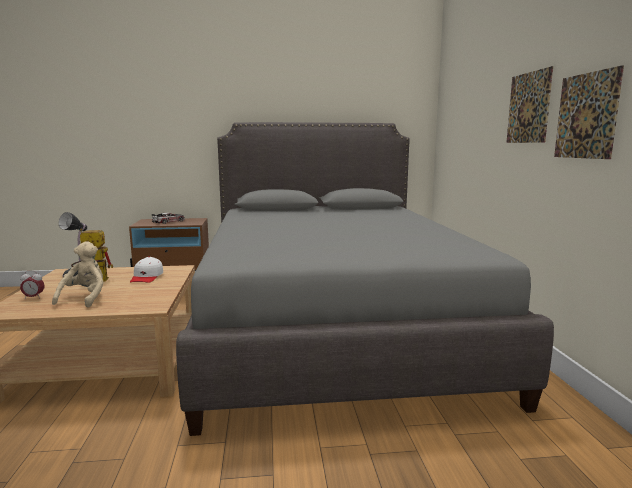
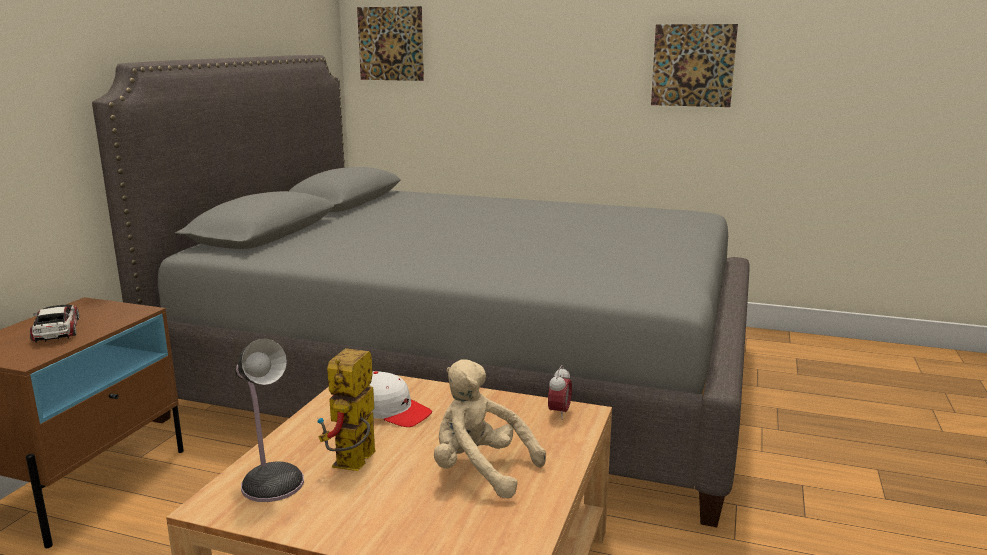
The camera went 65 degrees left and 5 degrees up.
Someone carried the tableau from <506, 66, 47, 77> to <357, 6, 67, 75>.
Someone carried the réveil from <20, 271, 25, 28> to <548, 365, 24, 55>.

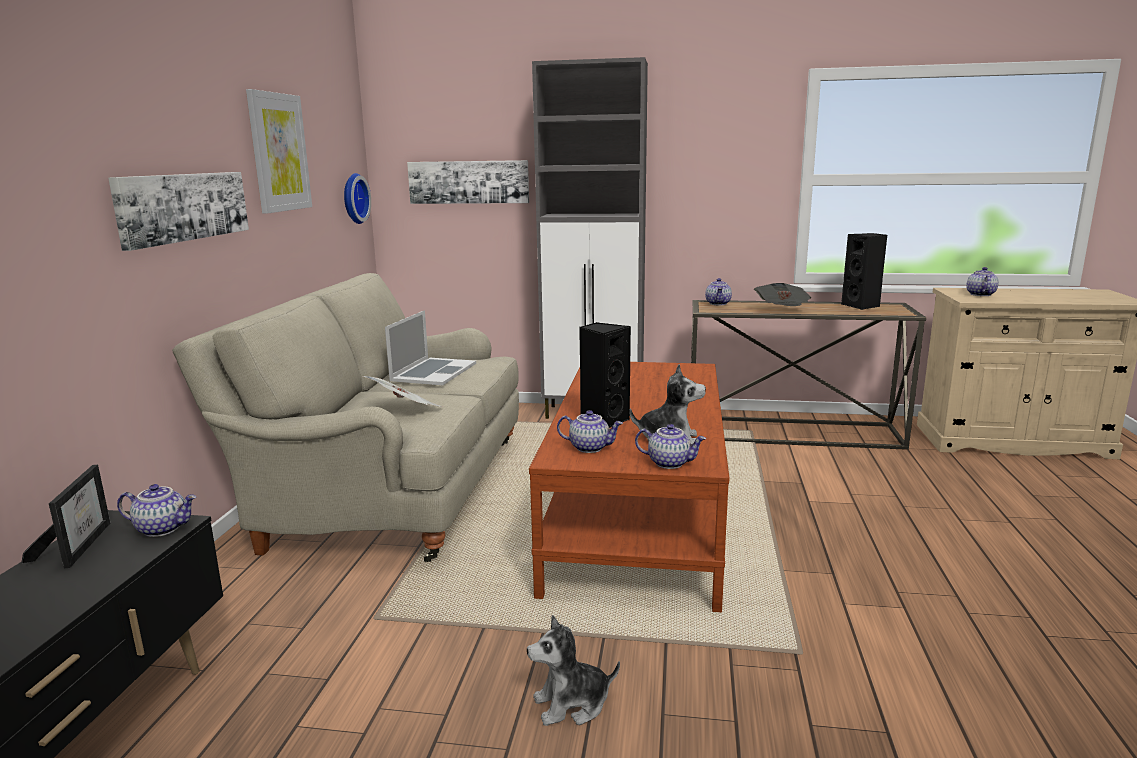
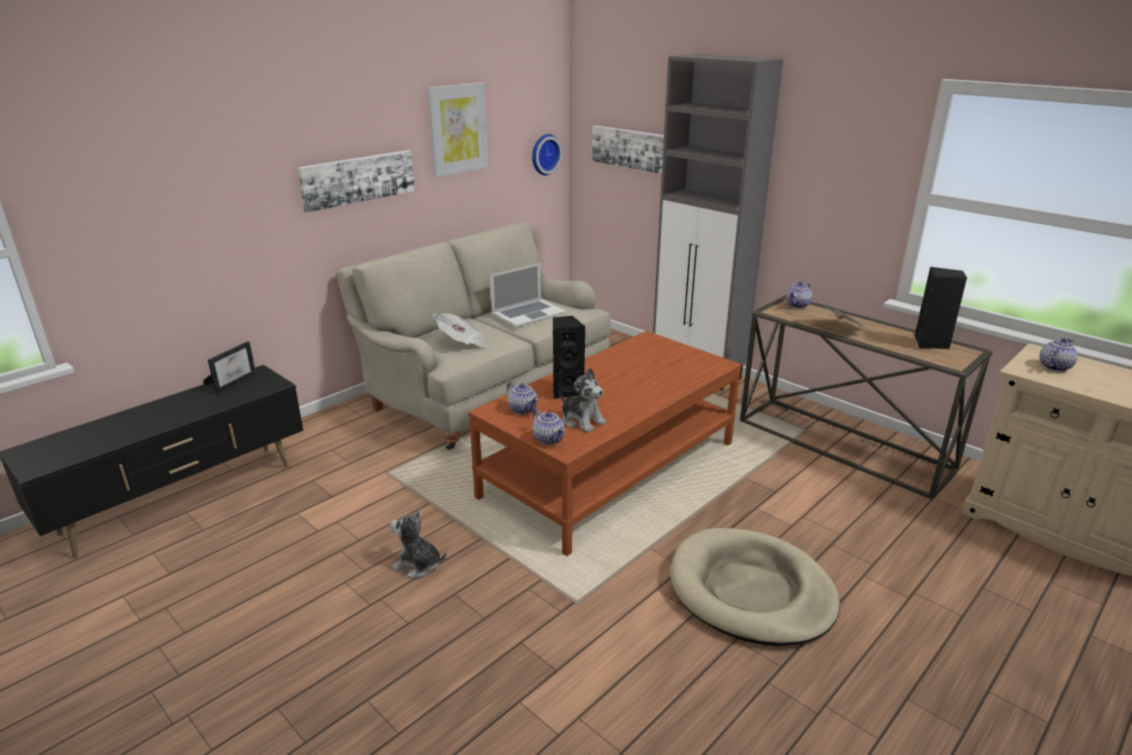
The camera went 35 degrees right and 10 degrees up.
Someone took away the théière at <117, 484, 79, 53>.
Someone put down the panier pour chien/beige at <670, 528, 170, 118>.

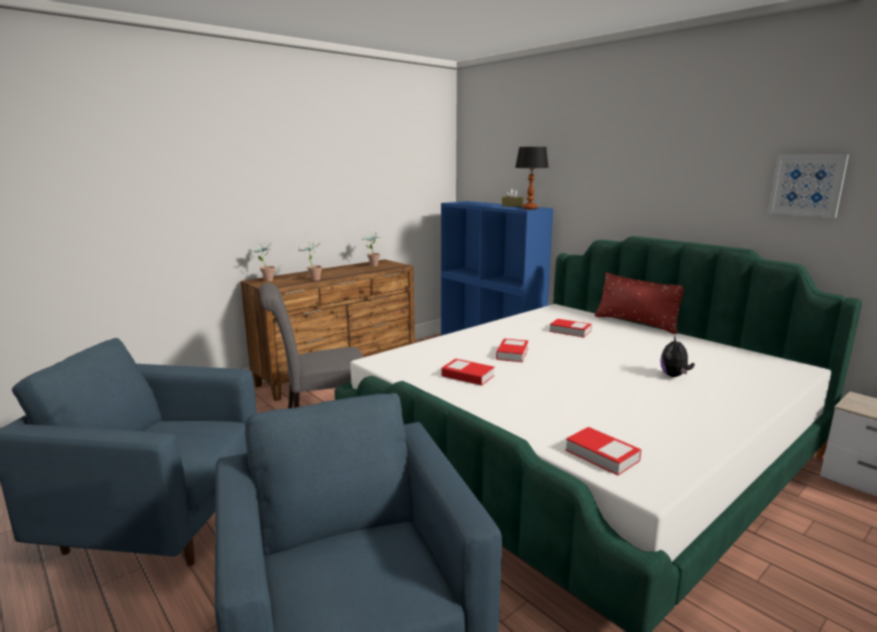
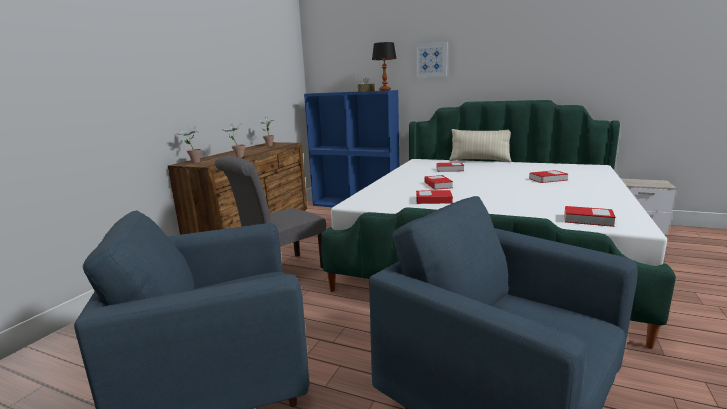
The camera went 25 degrees left and 0 degrees up.
Someone carried the tableau from <769, 155, 80, 63> to <415, 42, 33, 36>.
Someone repainted the coussin/rouge at <595, 272, 89, 62>, which became the coussin/beige at <449, 129, 62, 33>.
Someone swapped the peluche at <660, 336, 35, 41> for the livre at <529, 170, 39, 13>.

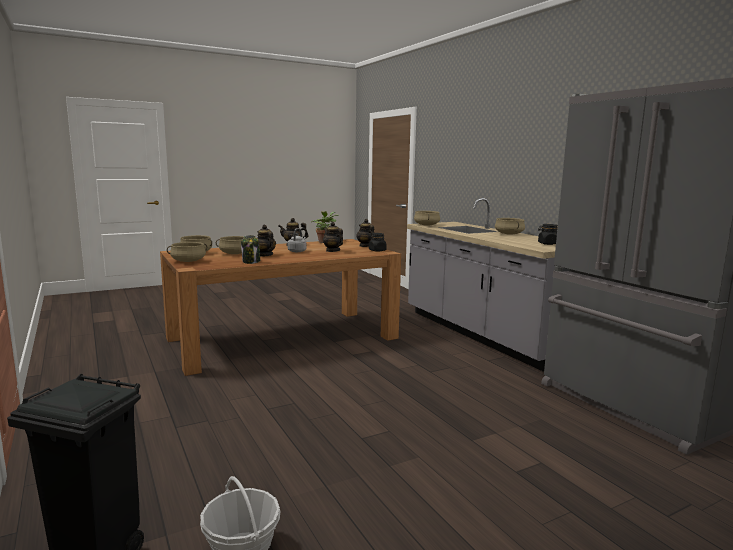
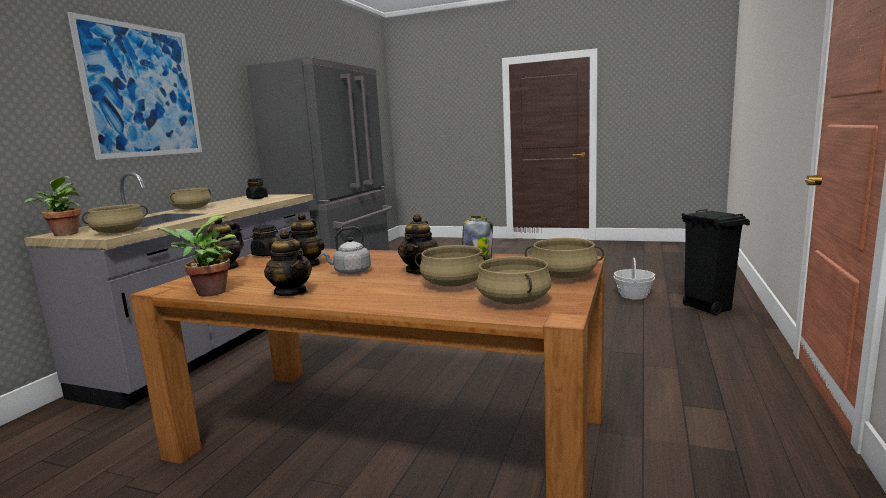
The camera went 130 degrees left and 0 degrees up.
Someone put up the tableau at <67, 12, 135, 148>.
Someone put down the plante en pot at <25, 176, 56, 60>.

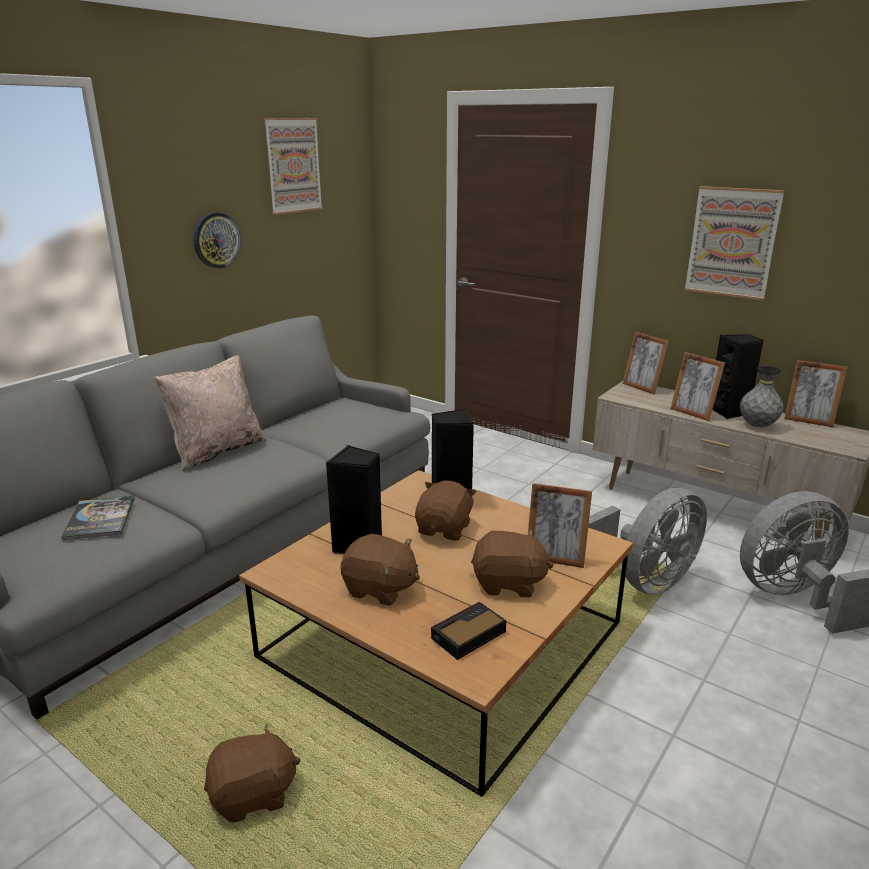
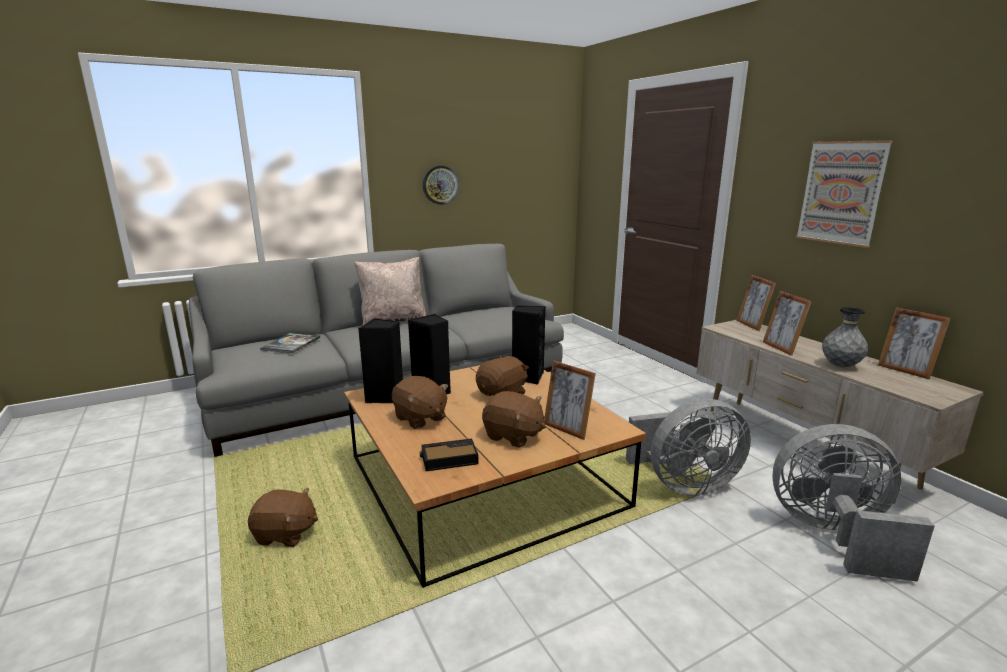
The camera went 25 degrees right and 5 degrees down.
Someone took away the tableau at <264, 118, 59, 97>.
Someone carried the enceinte/noir from <712, 334, 52, 85> to <358, 318, 45, 85>.

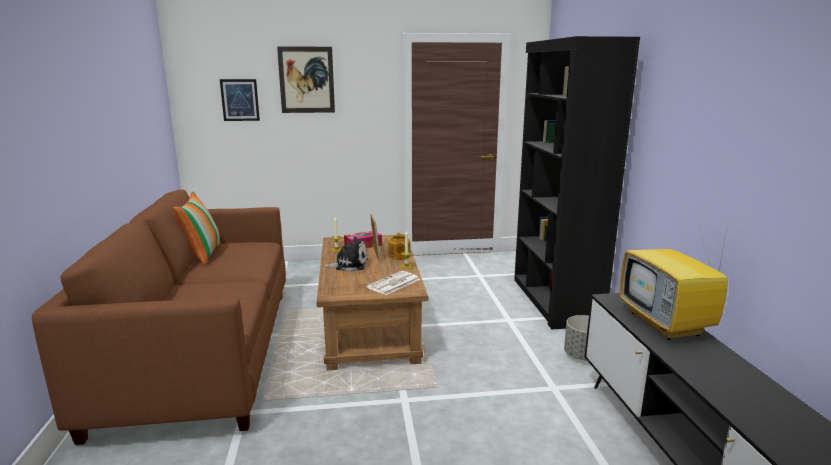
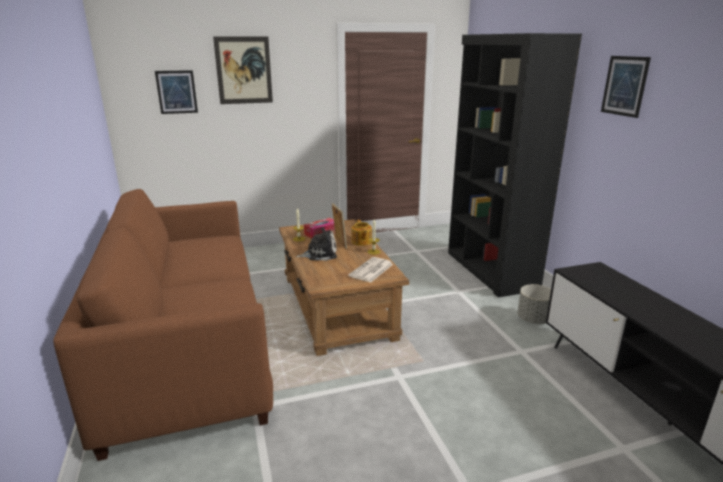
The camera went 10 degrees left and 5 degrees up.
Someone took away the coussin at <173, 192, 48, 73>.
Someone took away the téléviseur at <620, 224, 108, 116>.
Someone put up the tableau at <601, 56, 50, 62>.

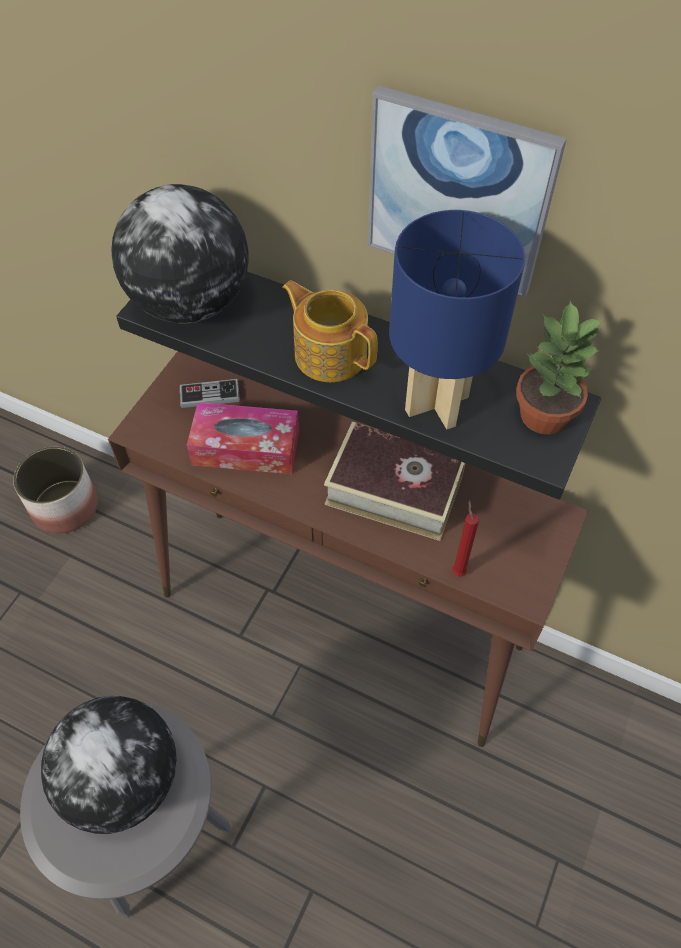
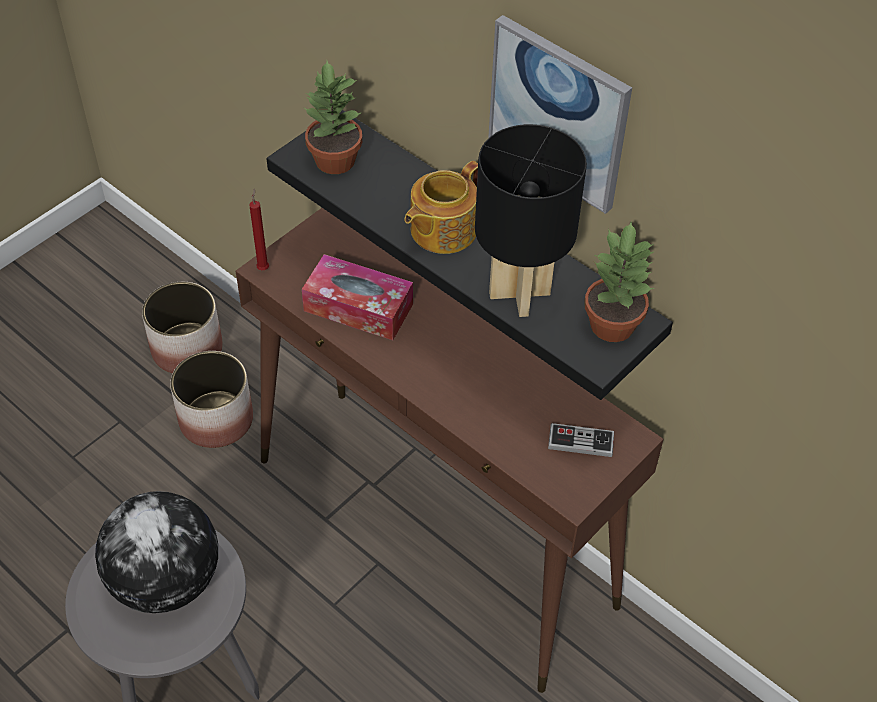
The camera went 15 degrees right and 5 degrees down.
Someone swapped the globe at <112, 184, 137, 140> for the plante en pot at <304, 61, 58, 113>.
Someone repainted the lampe de table/bleu at <389, 210, 136, 219>, which became the lampe de table/noir at <475, 124, 112, 193>.
Someone rotated the théière at <282, 280, 96, 102> by 105 degrees counterclockwise.
Someone carried the manette from <180, 379, 60, 29> to <548, 423, 66, 34>.
Someone took away the livre at <324, 422, 142, 119>.
Someone carried the bougie/rouge from <452, 501, 27, 75> to <249, 189, 20, 81>.
Someone put down the cache-pot at <170, 351, 83, 97>.

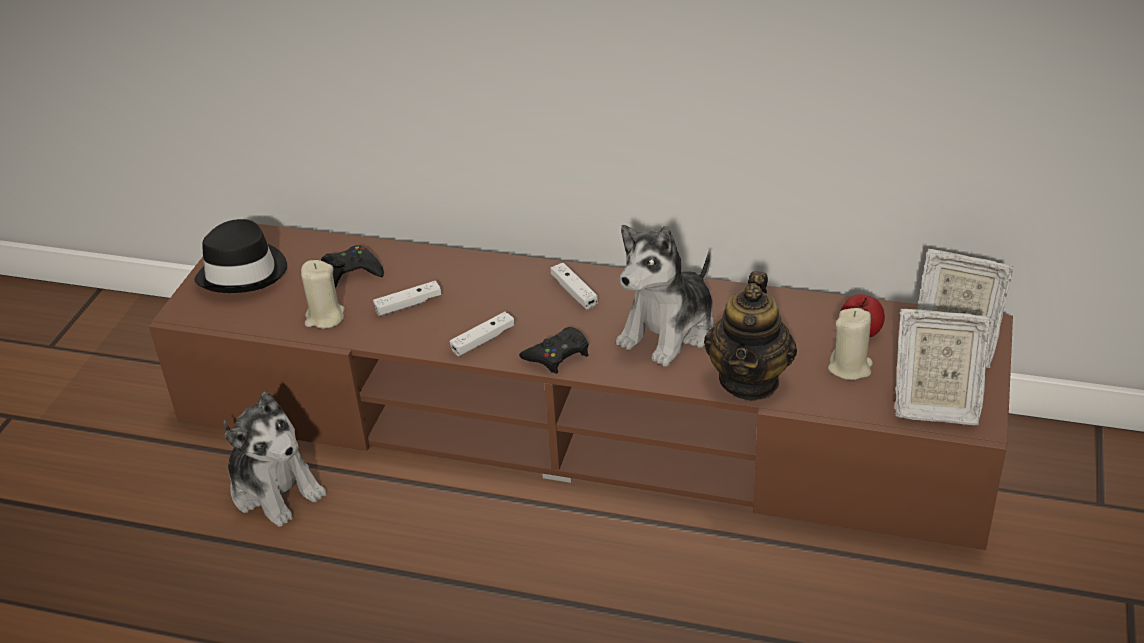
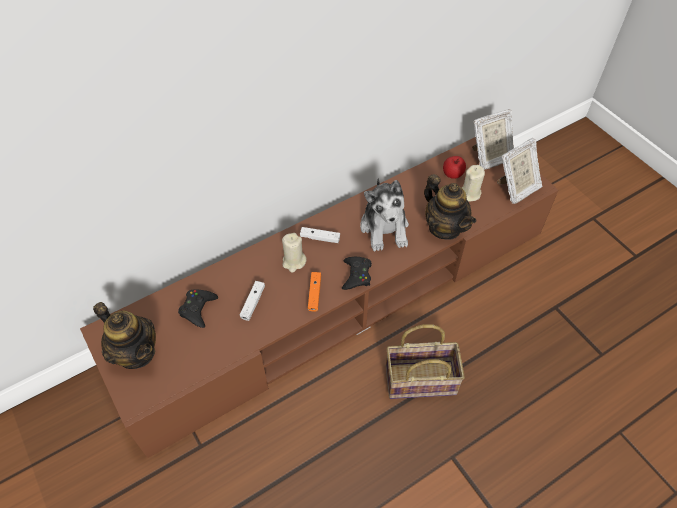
The camera went 50 degrees left and 15 degrees up.
Someone swapped the chapeau/noir at <194, 219, 93, 74> for the théière at <93, 302, 63, 67>.
Someone carried the bougie/beige from <301, 260, 44, 69> to <282, 233, 24, 39>.
Someone repainted the manette/blanc at <450, 312, 65, 45>, which became the manette/orange at <308, 272, 13, 39>.
Someone took away the peluche at <224, 392, 103, 135>.
Someone put down the panier at <385, 324, 80, 75>.

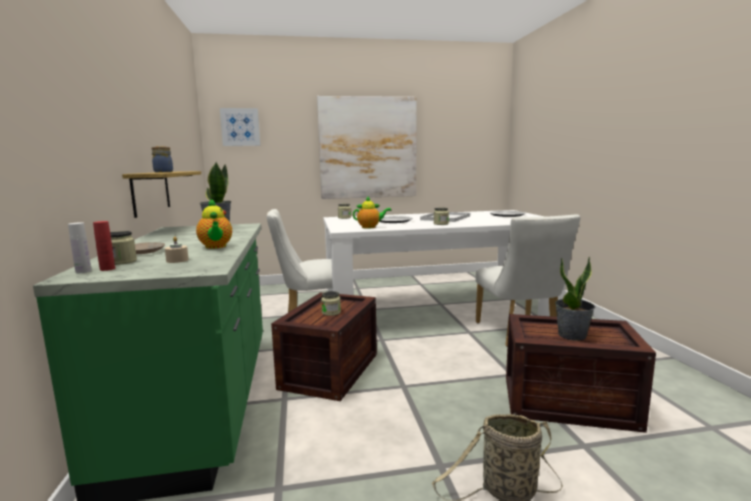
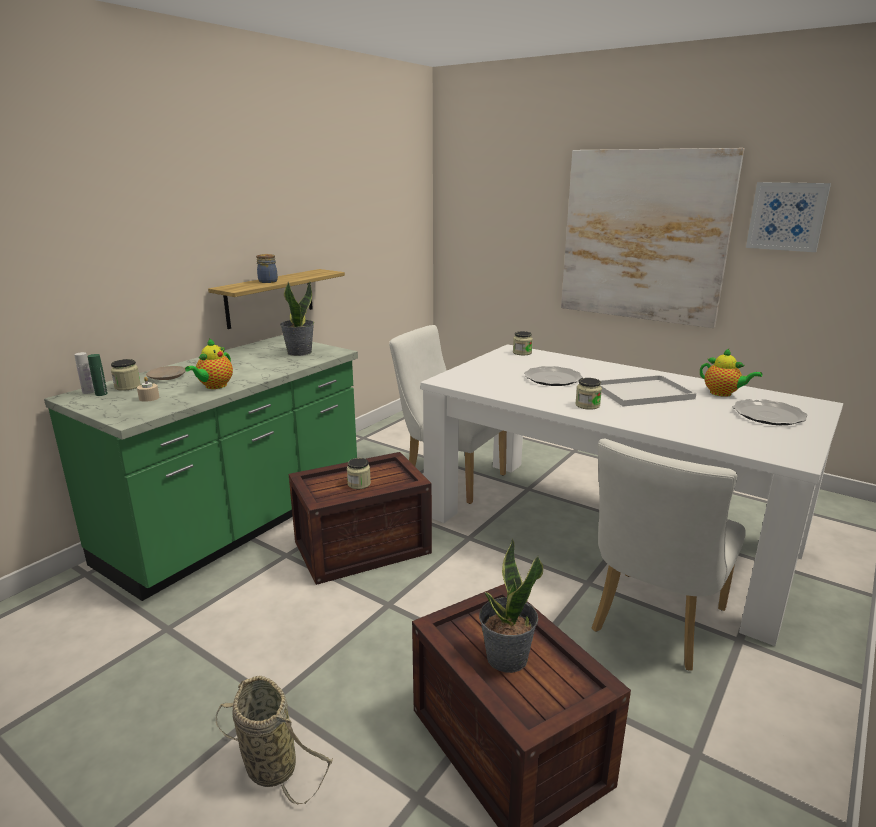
The camera went 45 degrees right and 10 degrees up.
Someone carried the tableau from <220, 108, 40, 38> to <746, 182, 85, 70>.
Someone carried the théière from <353, 196, 38, 33> to <700, 348, 63, 49>.
Someone repainted the bouteille/rouge at <93, 221, 22, 50>, which became the bouteille/vert at <88, 354, 20, 42>.

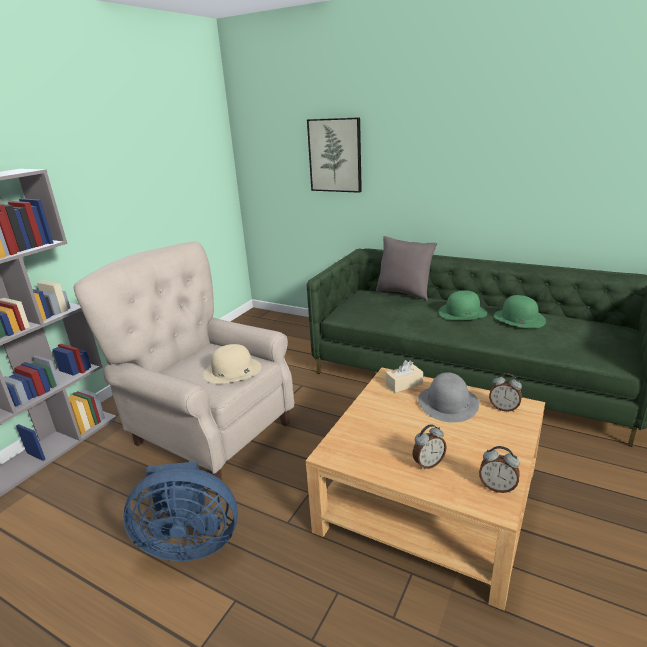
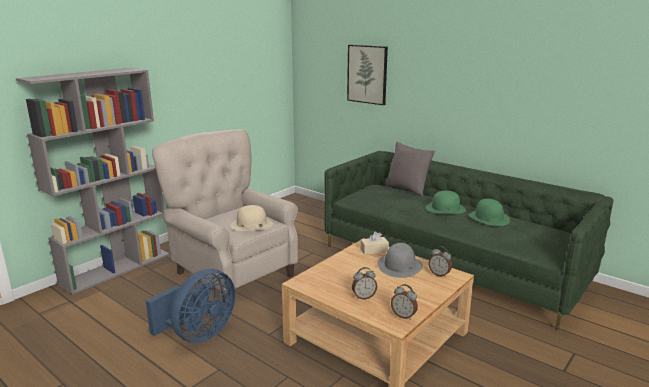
The camera went 10 degrees right and 5 degrees down.
Someone rotated the ventilateur/bleu at <124, 461, 114, 100> by 60 degrees counterclockwise.

